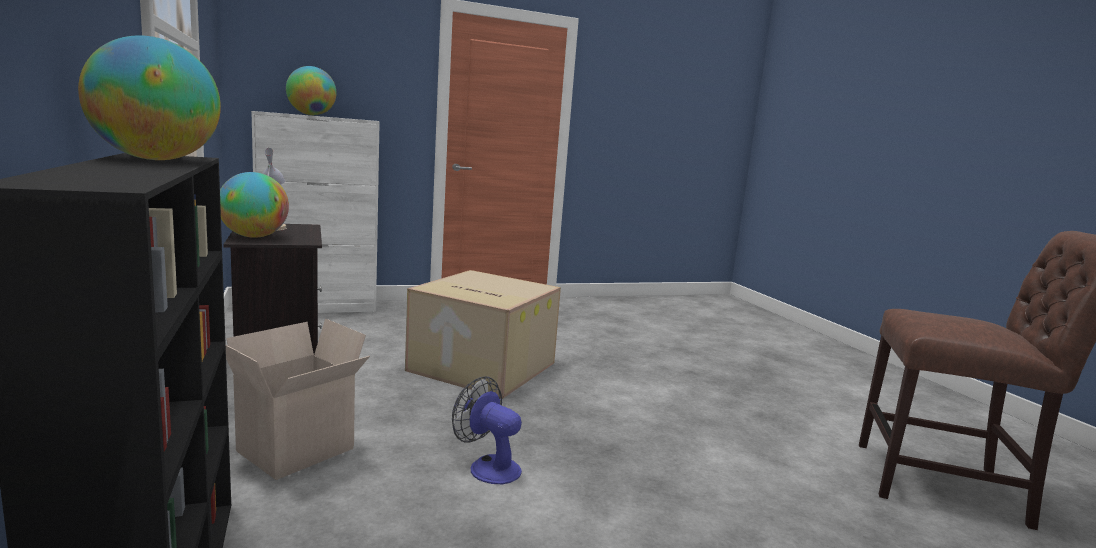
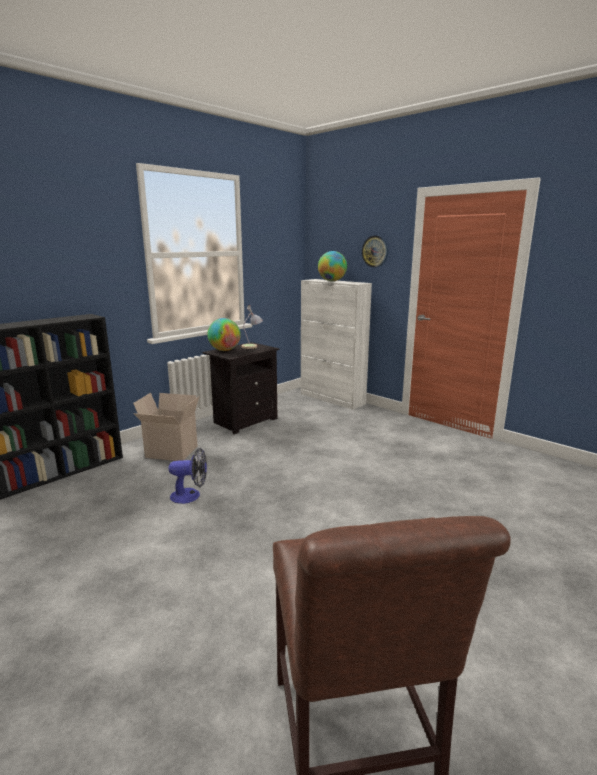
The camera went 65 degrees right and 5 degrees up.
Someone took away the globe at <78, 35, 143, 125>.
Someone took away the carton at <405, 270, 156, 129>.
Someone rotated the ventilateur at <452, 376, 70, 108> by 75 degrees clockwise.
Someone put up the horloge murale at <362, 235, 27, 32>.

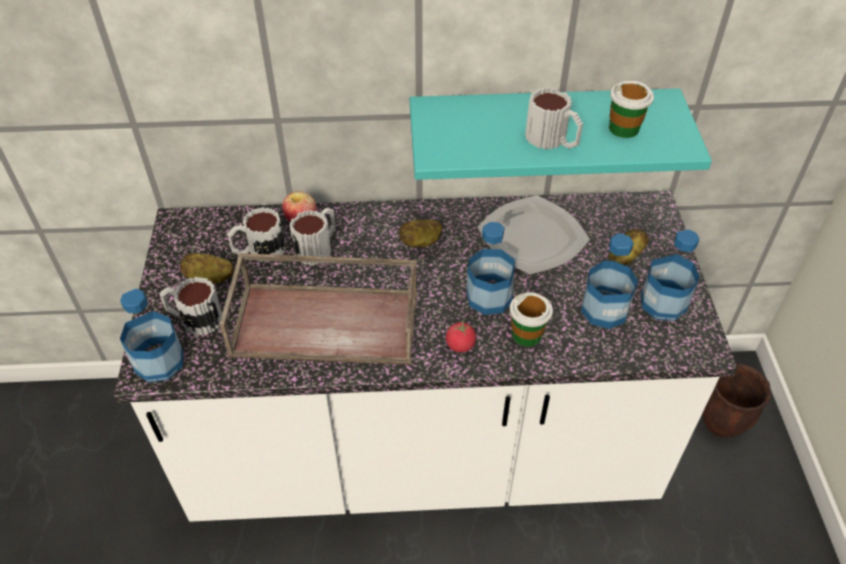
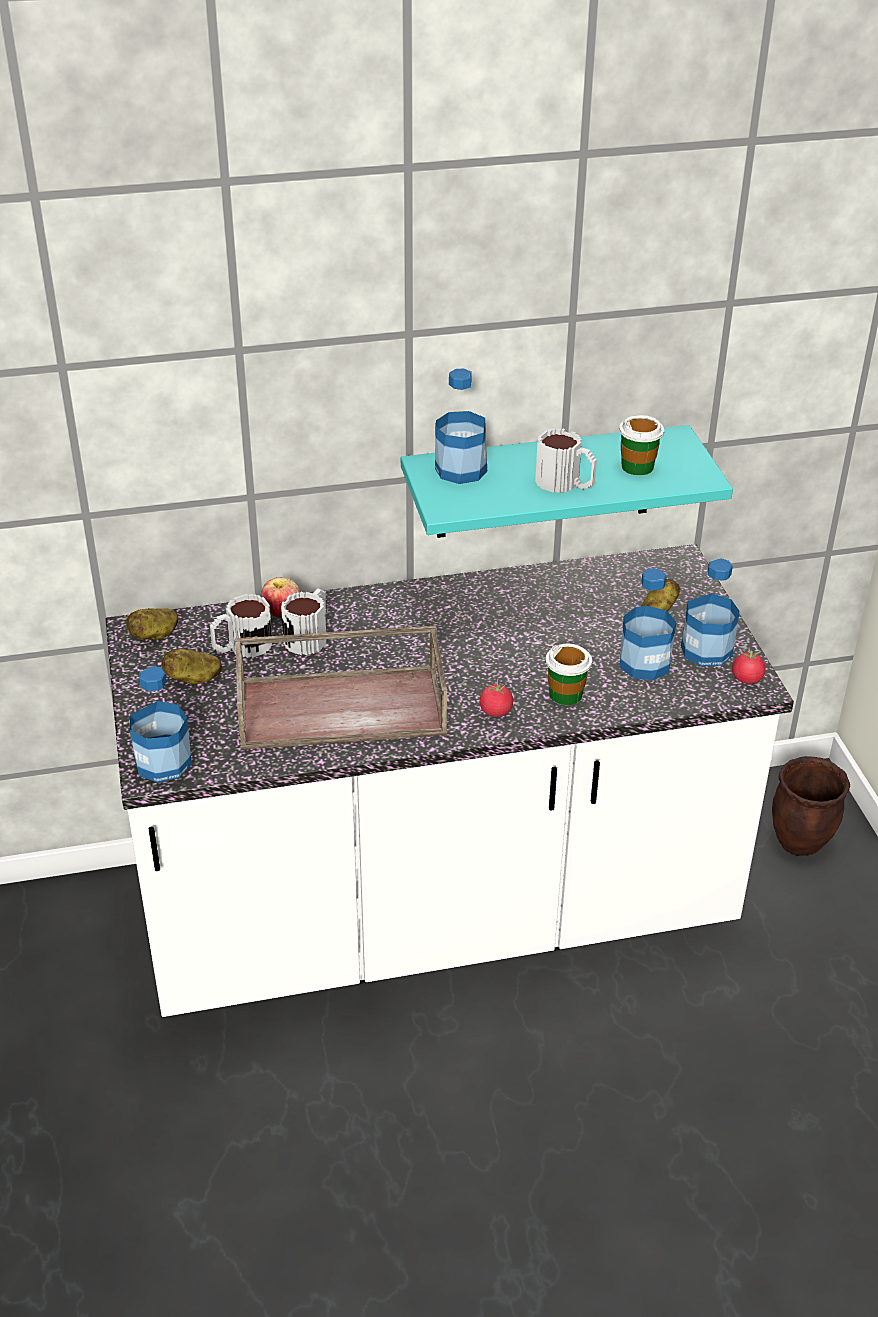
The camera went 10 degrees left and 10 degrees down.
Someone took away the assiette at <478, 195, 112, 80>.
Someone carried the pomme de terre from <399, 219, 43, 28> to <126, 608, 52, 32>.
Someone carried the bouteille from <466, 222, 49, 93> to <435, 369, 52, 115>.
Someone took away the mug at <160, 277, 62, 59>.
Someone put down the tomate at <732, 647, 34, 37>.

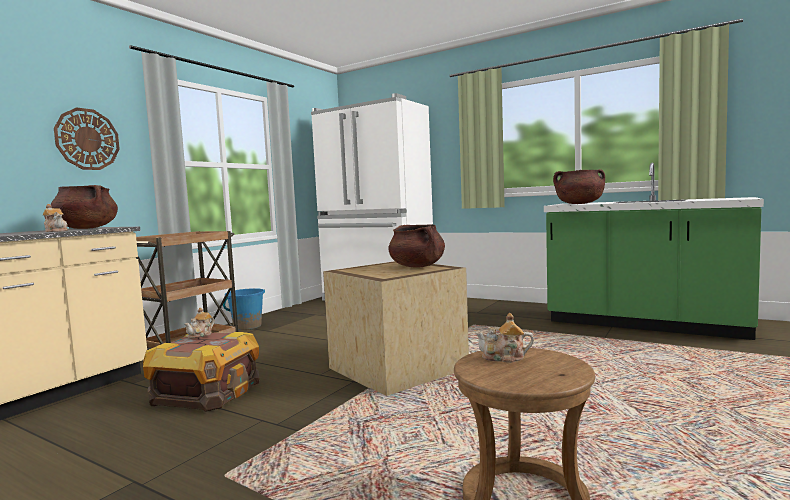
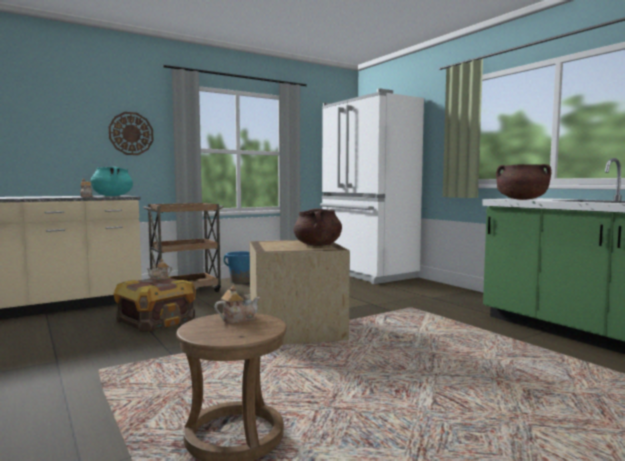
The camera went 25 degrees right and 0 degrees up.
Someone repainted the marmite/marron at <51, 185, 67, 44>, which became the marmite/turquoise at <91, 167, 42, 29>.
Someone rotated the théière at <475, 313, 59, 50> by 120 degrees clockwise.

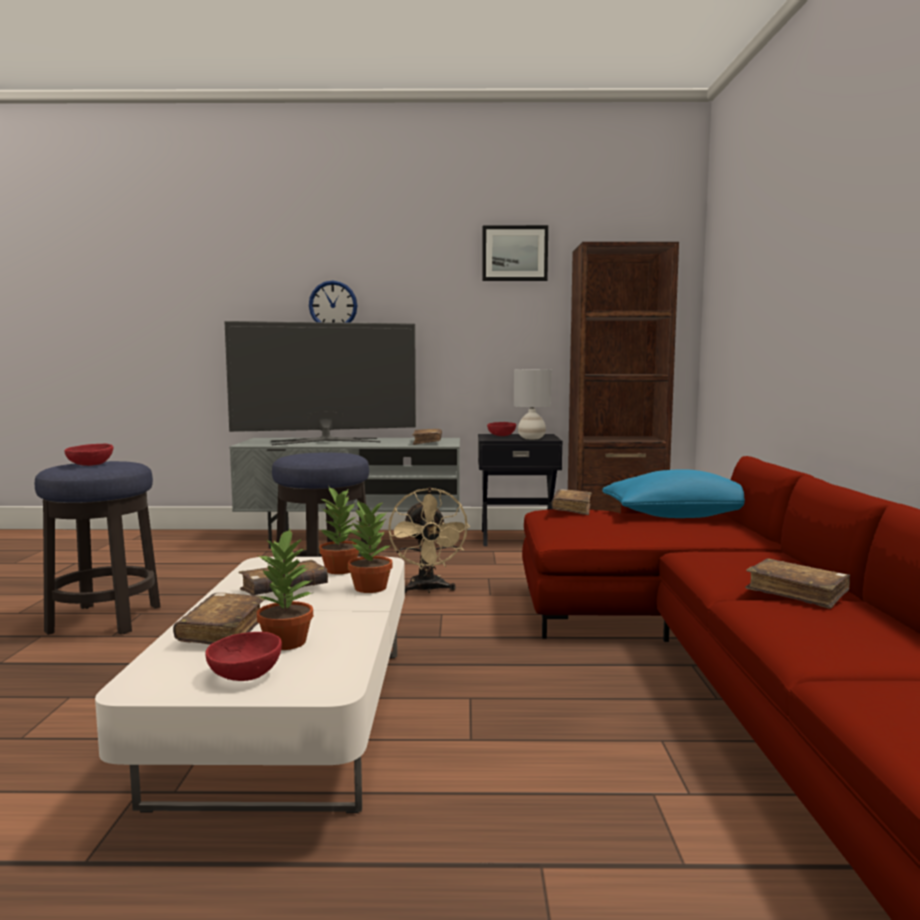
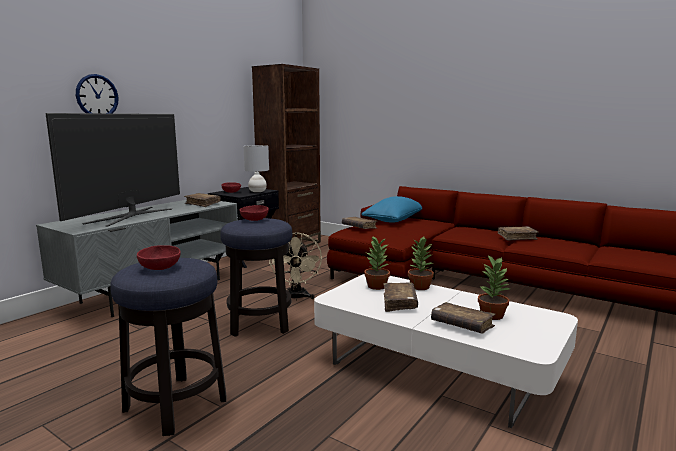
The camera went 55 degrees left and 5 degrees up.
Someone took away the tableau at <482, 225, 66, 56>.
Someone rotated the ventilateur/beige at <388, 487, 82, 106> by 60 degrees clockwise.
Someone carried the bol/rouge from <205, 632, 77, 49> to <239, 205, 30, 16>.

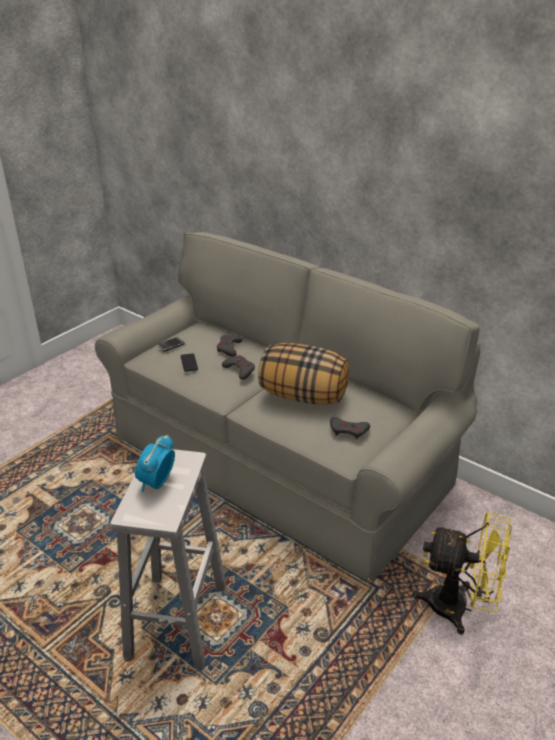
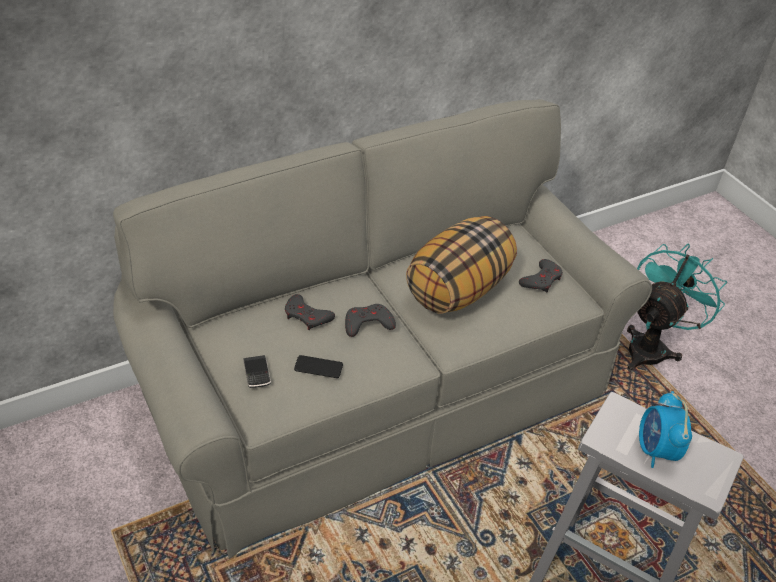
The camera went 70 degrees left and 10 degrees up.
Someone rotated the réveil at <135, 434, 40, 58> by 45 degrees clockwise.
Someone repainted the ventilateur/jaune at <412, 512, 100, 123>, which became the ventilateur/turquoise at <627, 244, 100, 128>.

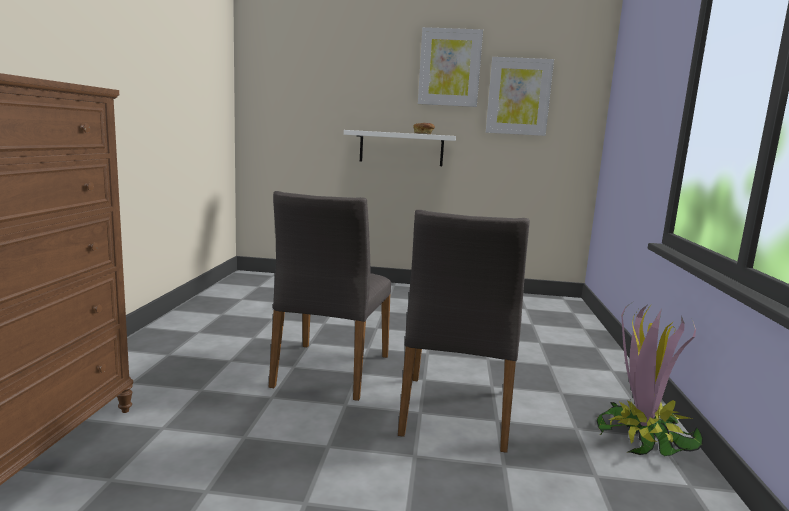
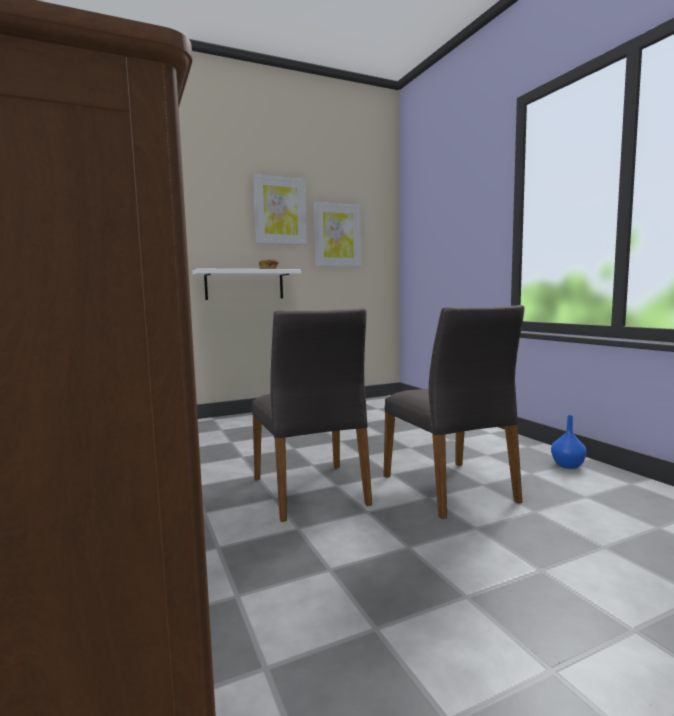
The camera went 30 degrees left and 5 degrees down.
Someone swapped the plante en pot at <597, 301, 106, 155> for the vase/bleu at <551, 415, 36, 54>.

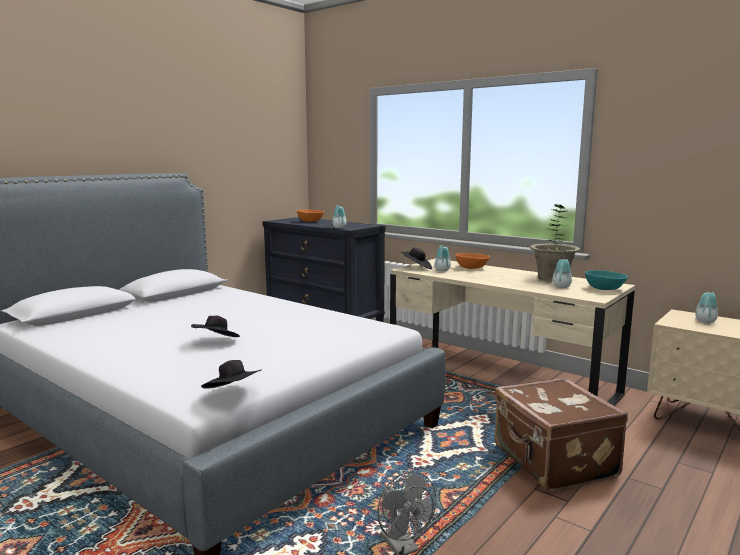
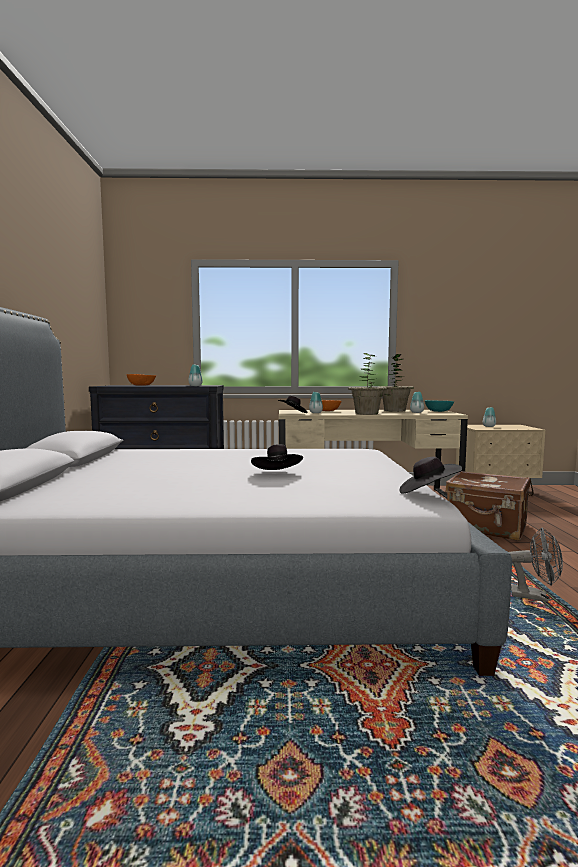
The camera went 40 degrees left and 5 degrees down.
Someone put down the plante en pot at <348, 353, 39, 61>.

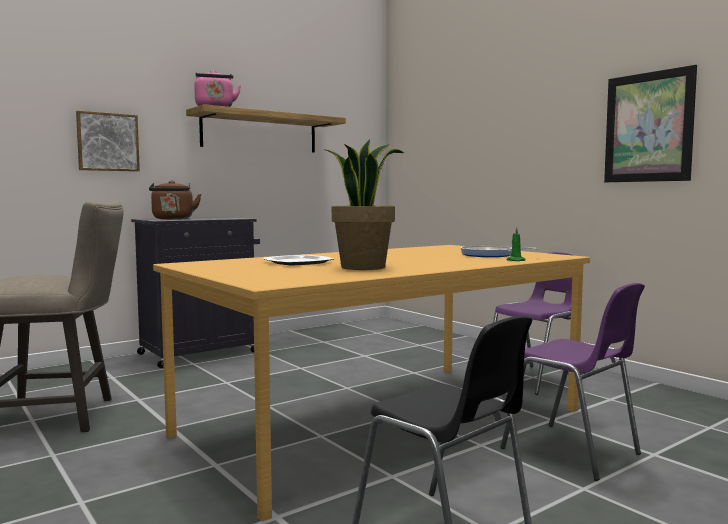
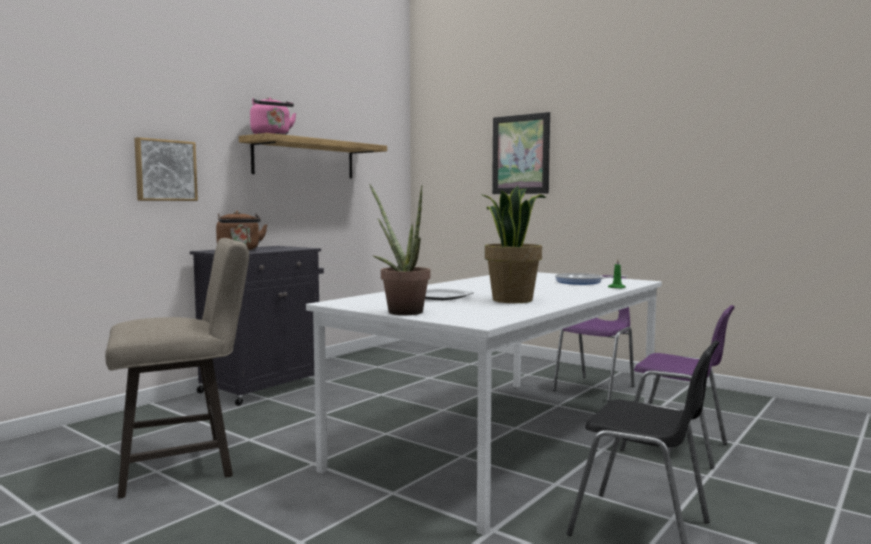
The camera went 15 degrees left and 0 degrees up.
Someone carried the tableau from <604, 65, 93, 117> to <492, 112, 58, 82>.
Someone repainted the table à manger/orange at <153, 245, 437, 277>, which became the table à manger/blanc at <306, 272, 356, 264>.
Someone put down the plante en pot at <369, 184, 61, 131>.

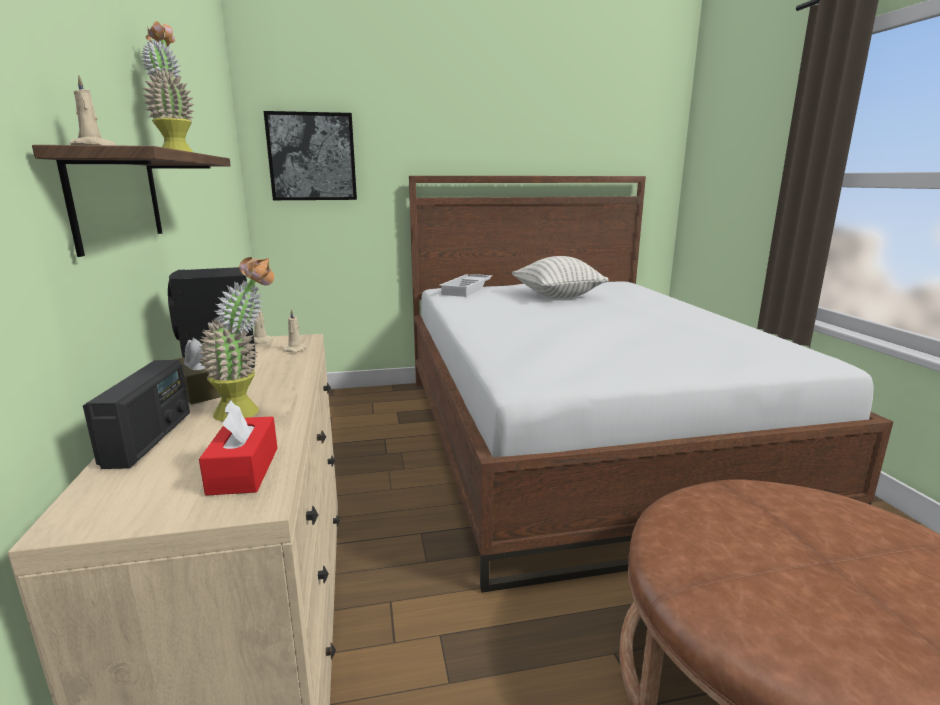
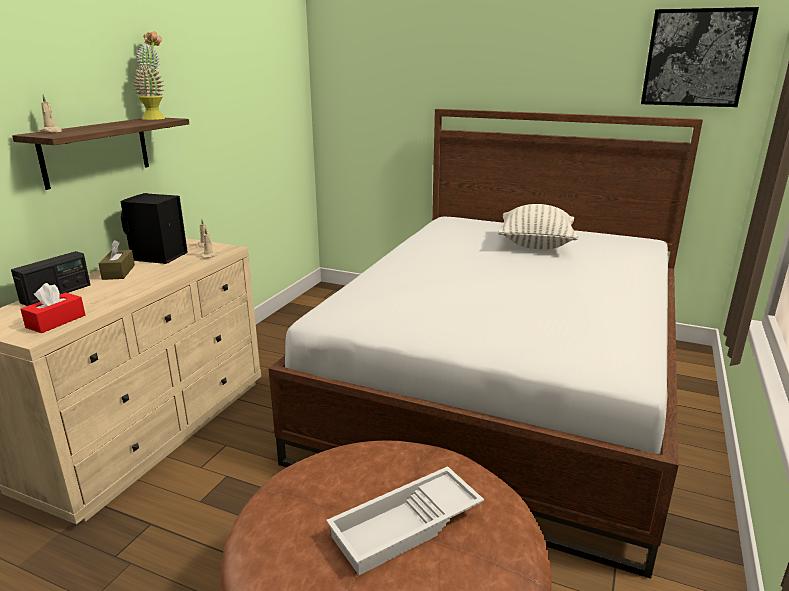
The camera went 35 degrees right and 5 degrees up.
Someone carried the tableau from <264, 111, 93, 89> to <641, 7, 118, 100>.
Someone took away the plante en pot at <198, 257, 76, 165>.
Someone carried the plateau/blanc from <439, 274, 54, 23> to <326, 466, 158, 109>.

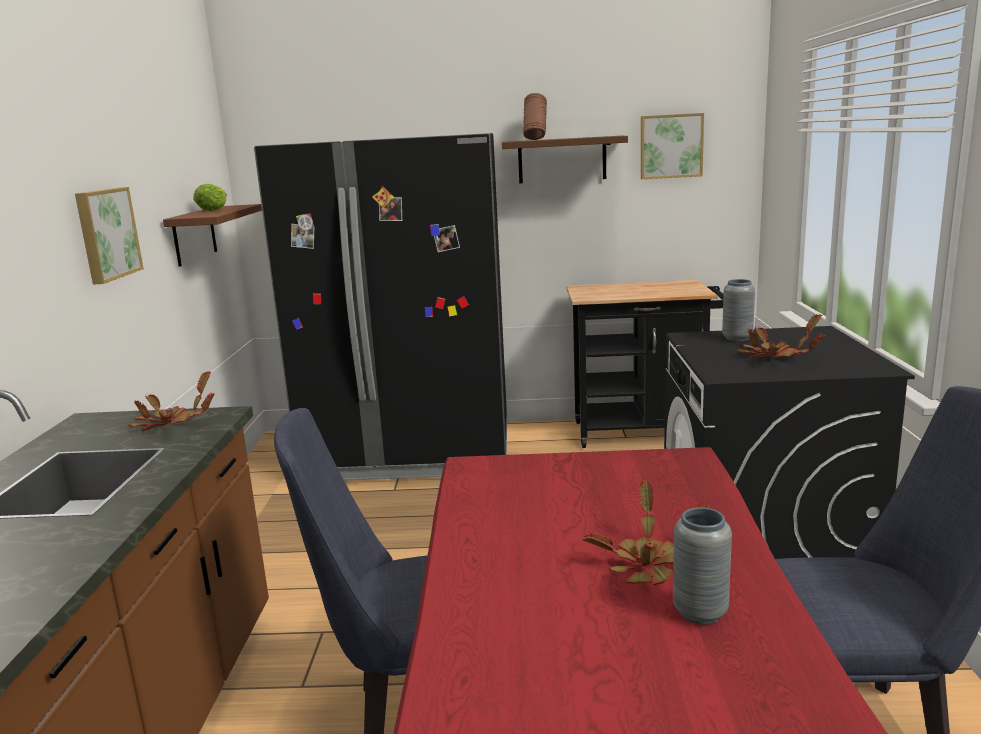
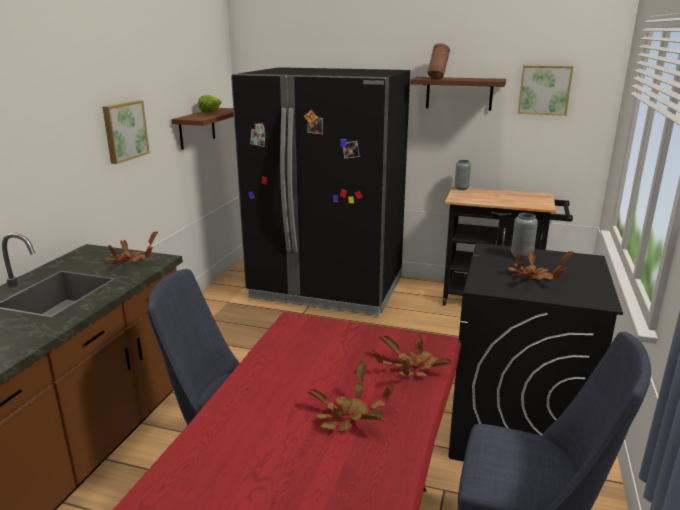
The camera went 15 degrees right and 5 degrees up.
Someone carried the vase/gris from <673, 507, 59, 118> to <455, 160, 16, 30>.
Someone put down the plante en pot at <371, 335, 81, 42>.

